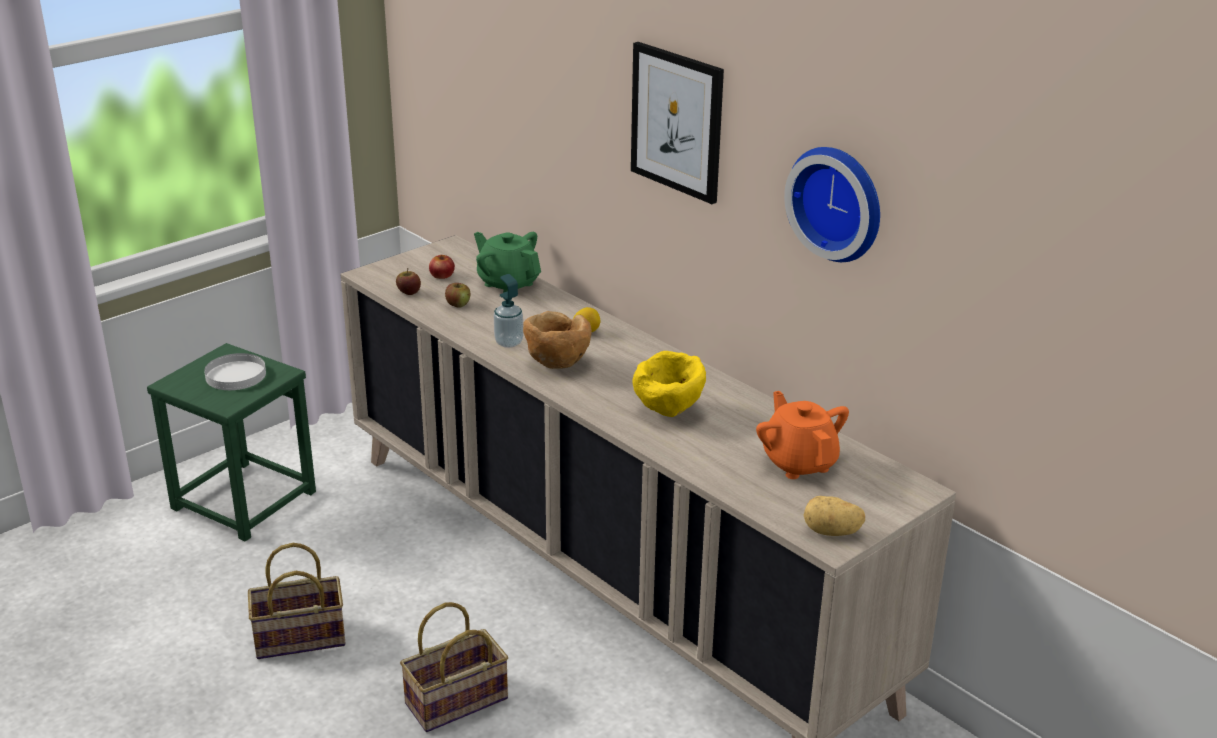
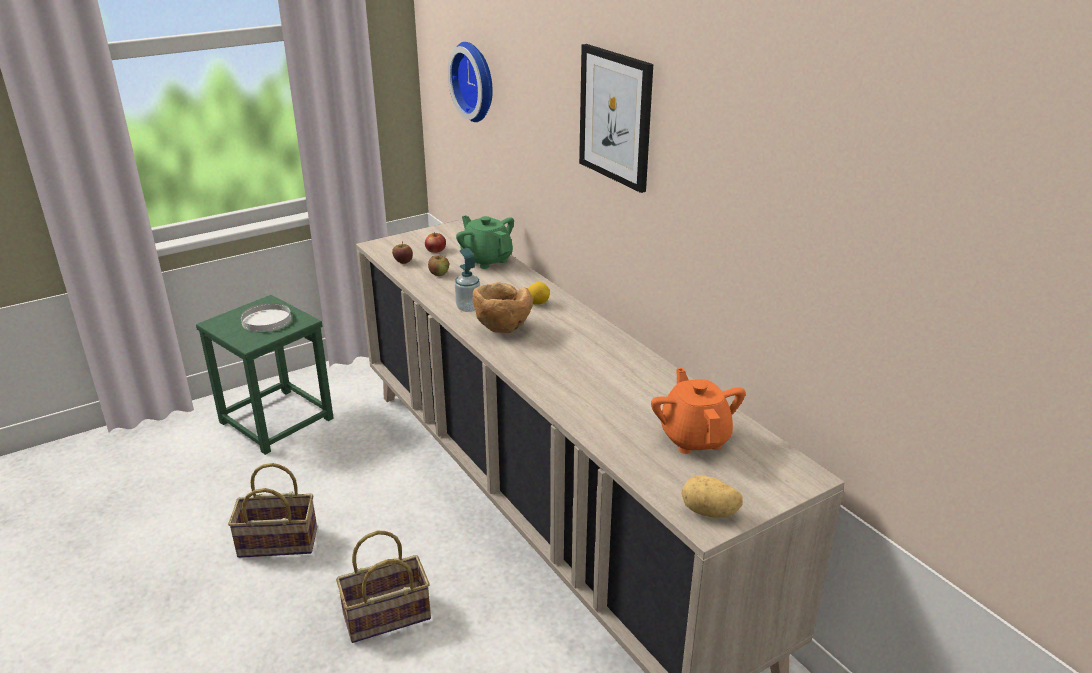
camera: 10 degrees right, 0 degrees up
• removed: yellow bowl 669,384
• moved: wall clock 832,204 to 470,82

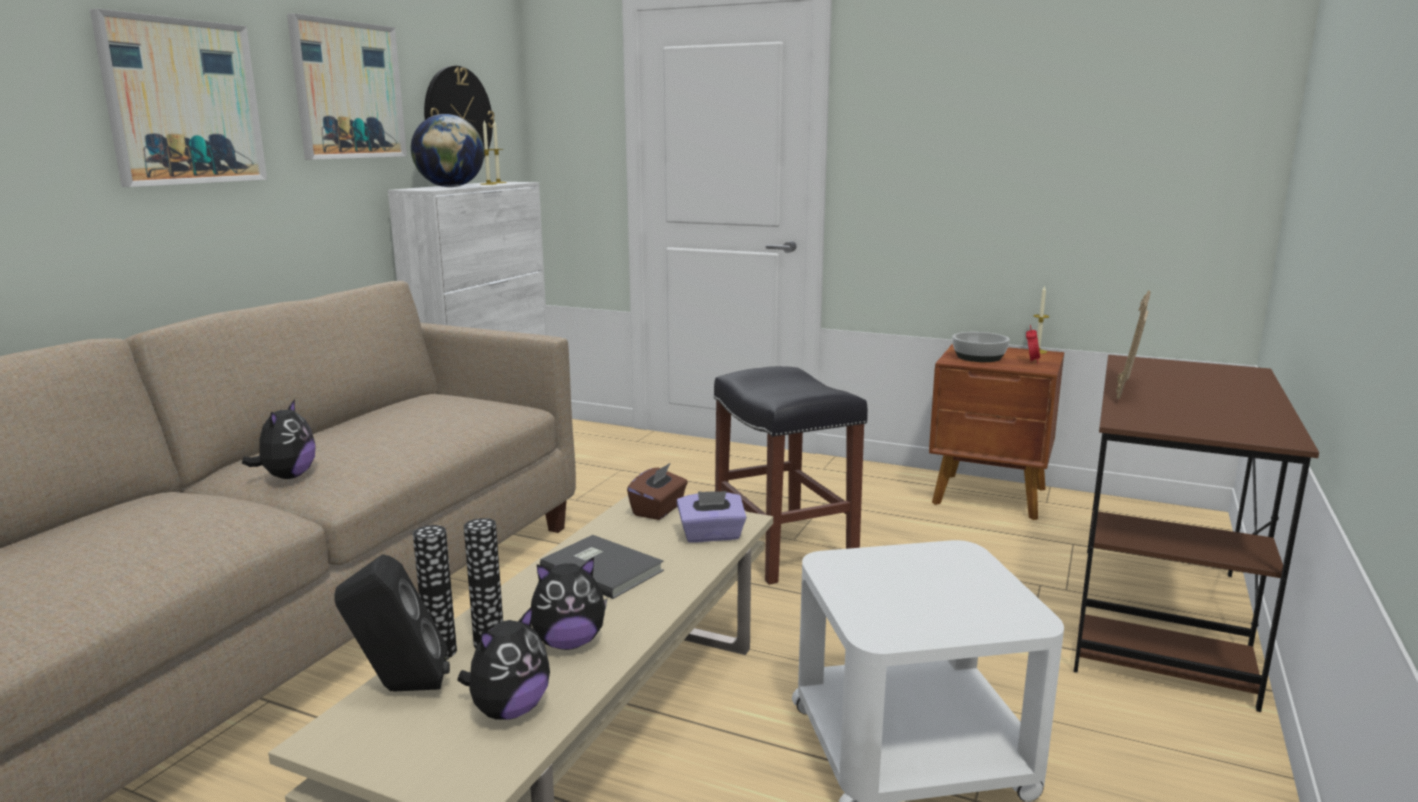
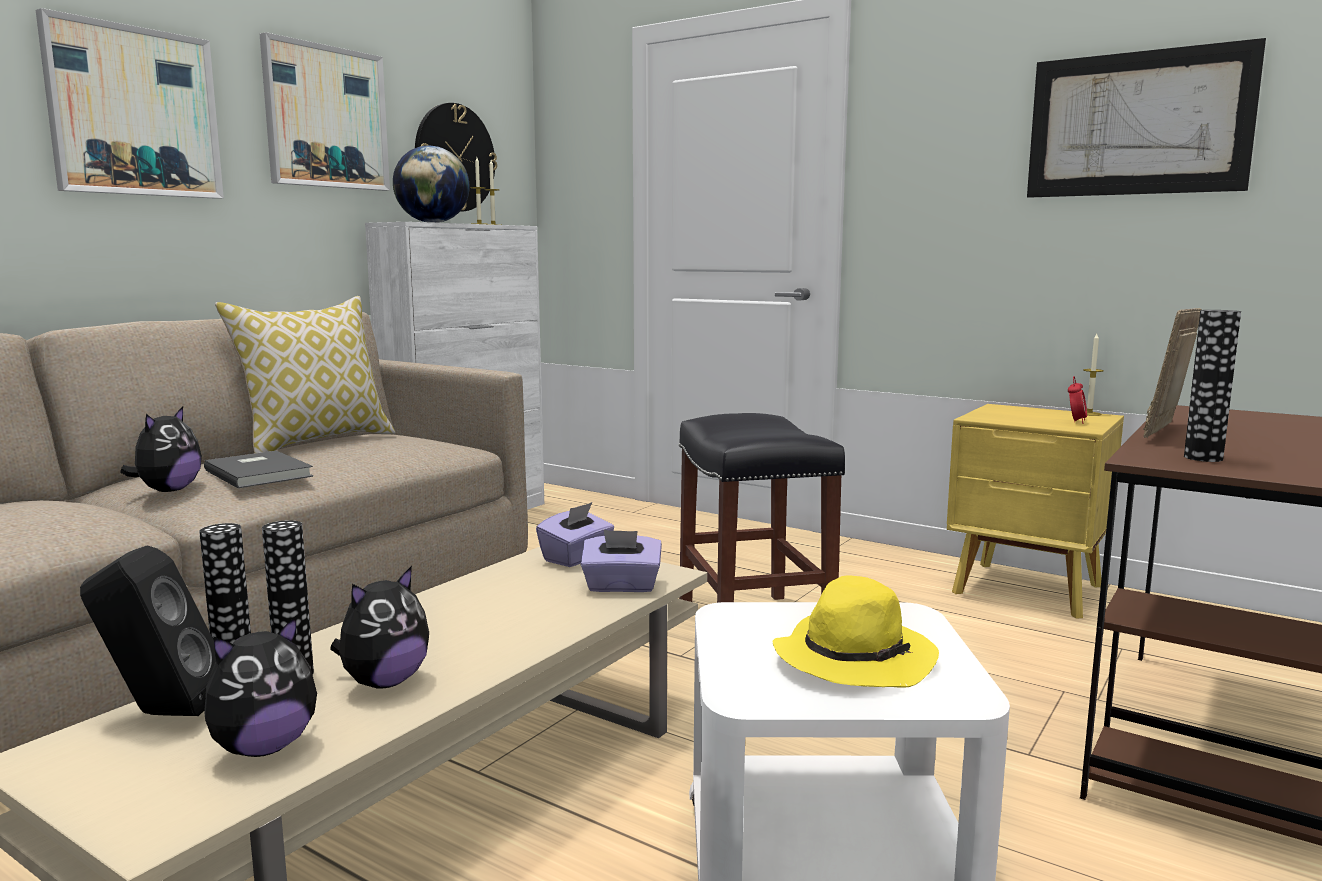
camera: 10 degrees right, 5 degrees down
• turned: plush toy 569,603 = 379,627 45 degrees counterclockwise
• moved: grey book 602,567 to 258,469
• recoloured: brown tissue box 657,491 to purple tissue box 575,534
• recoloured: brown nightstand 996,431 to yellow nightstand 1035,511
• removed: bowl 981,347
• added: pillow 305,375
• added: yellow hat 855,631
• added: picture 1146,118
• added: vase 1212,386

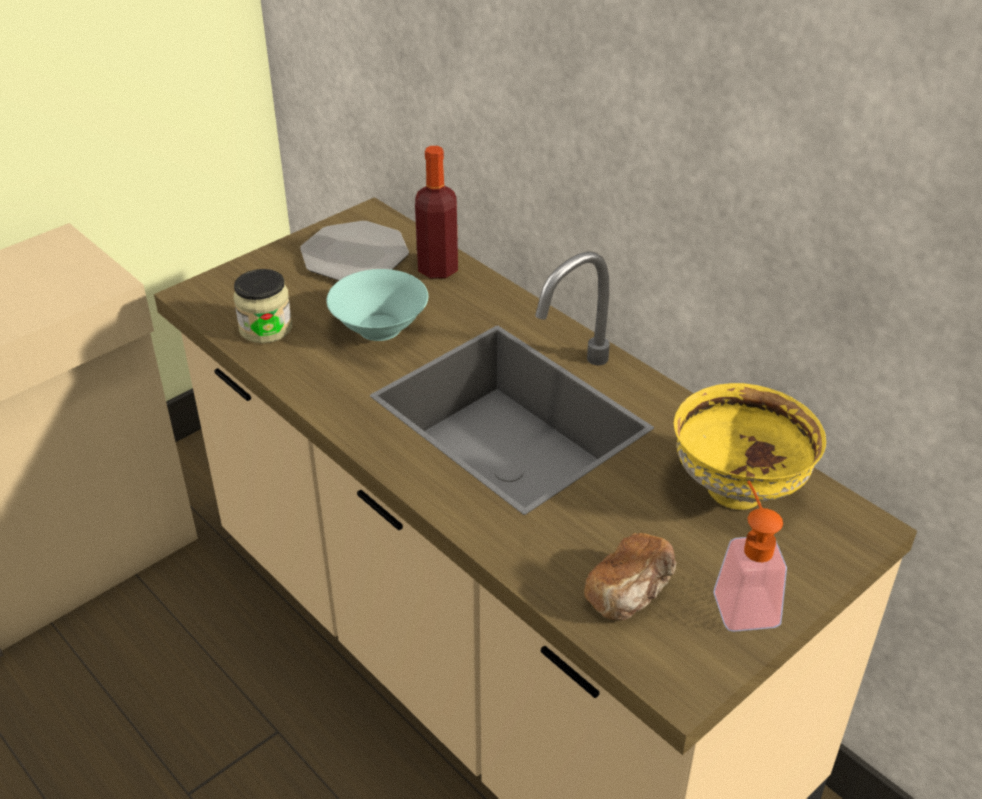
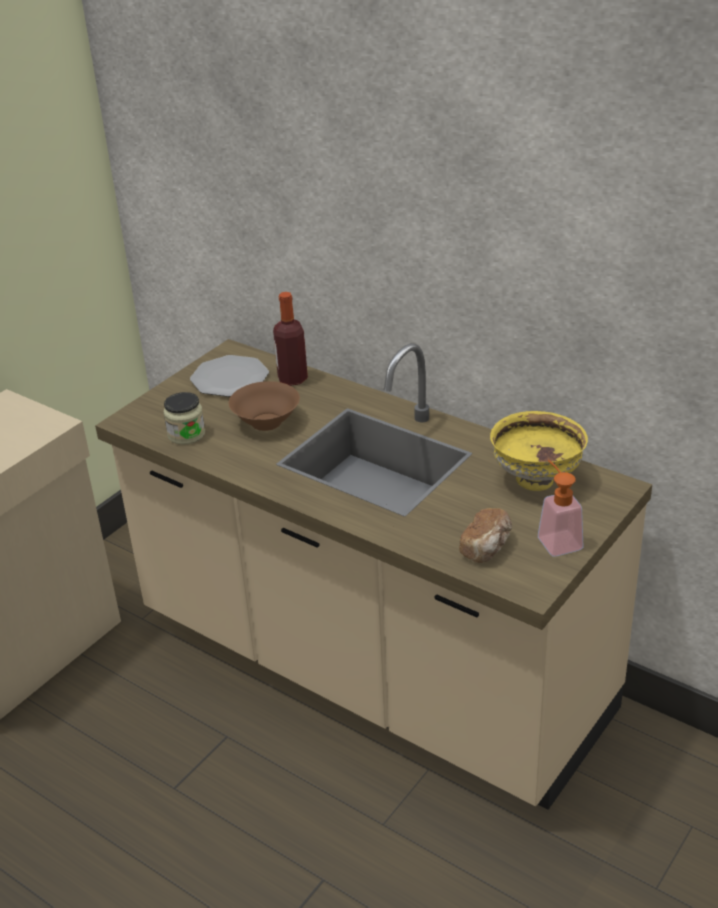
camera: 10 degrees left, 5 degrees down
• recoloured: turquoise bowl 377,305 to brown bowl 264,406

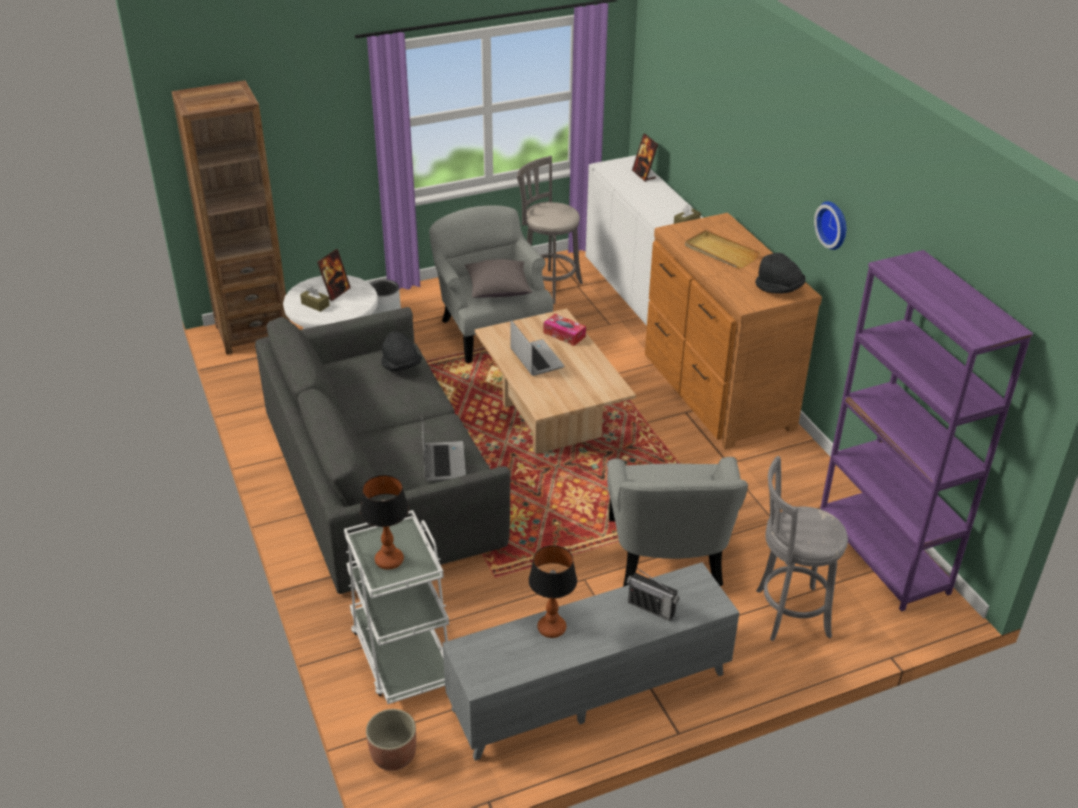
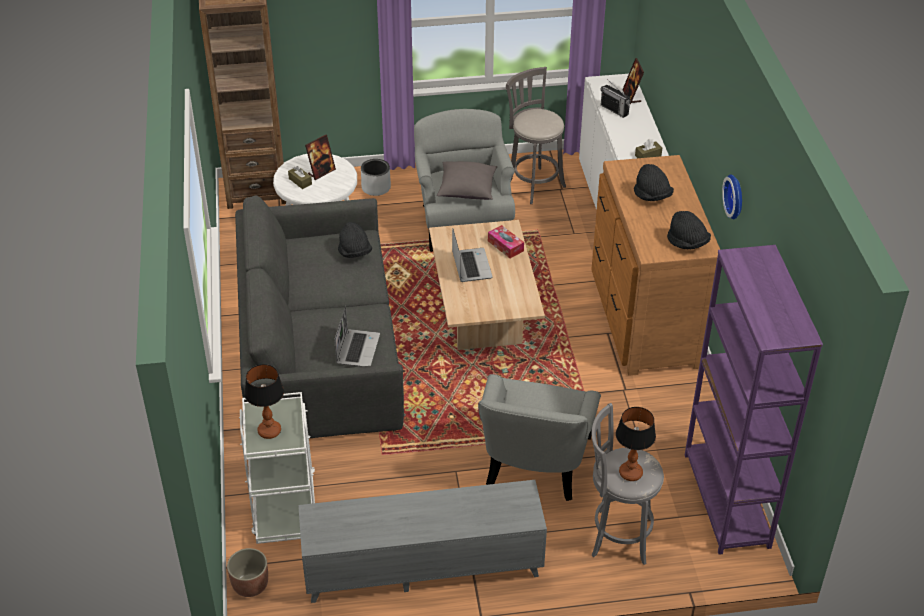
camera: 15 degrees right, 5 degrees up
• moved: table lamp 552,591 to 636,444
• moved: radio 653,594 to 615,98
• replaced: beige tray 722,249 to black hat 654,182

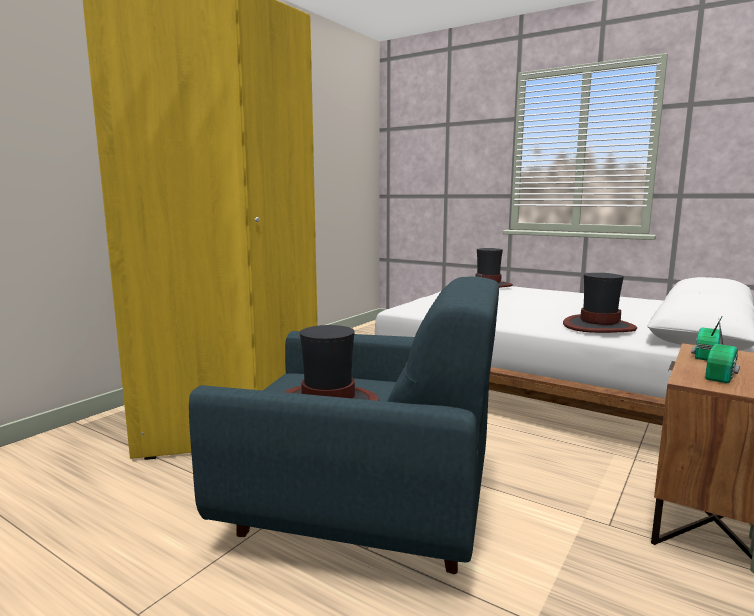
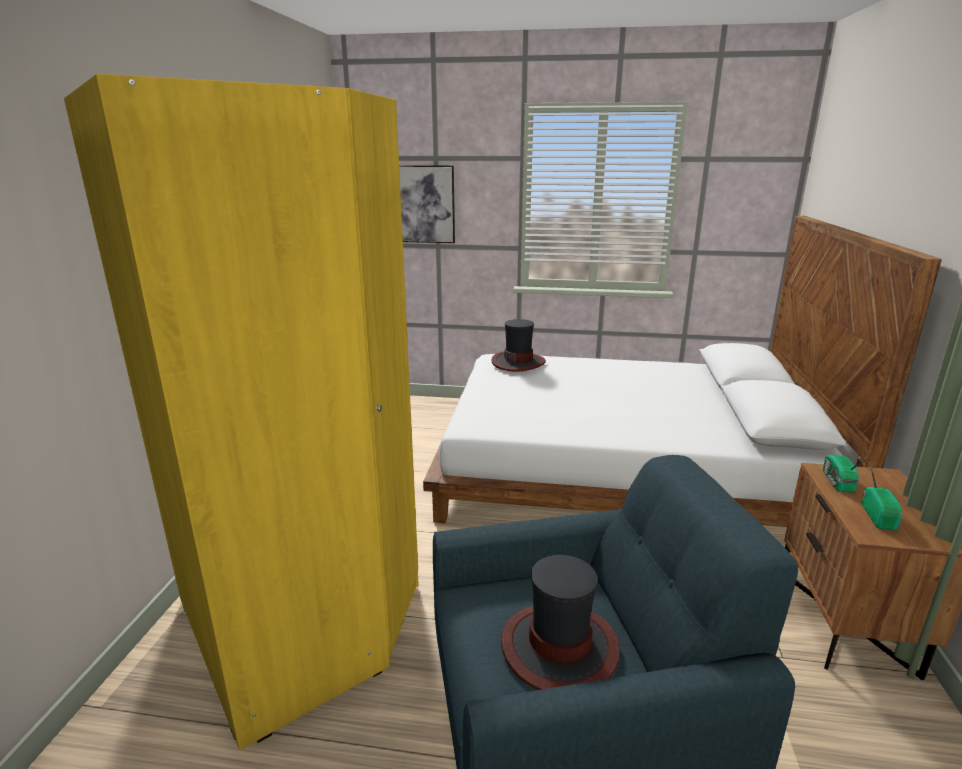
camera: 25 degrees left, 10 degrees up
• removed: hat 600,303
• added: picture 427,204

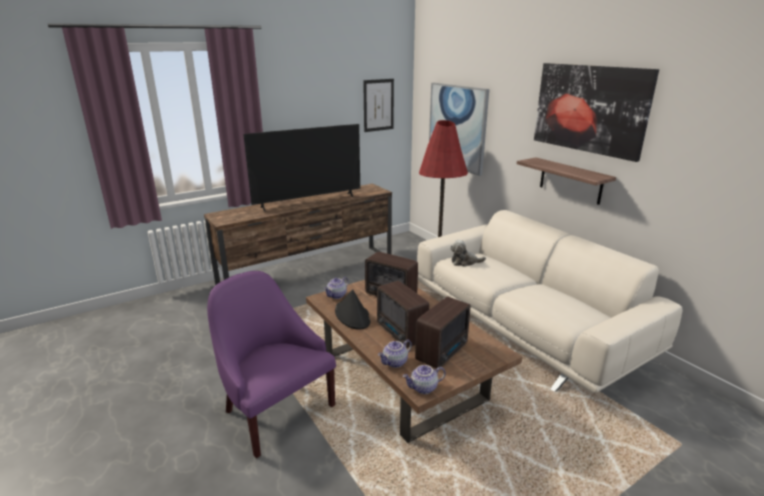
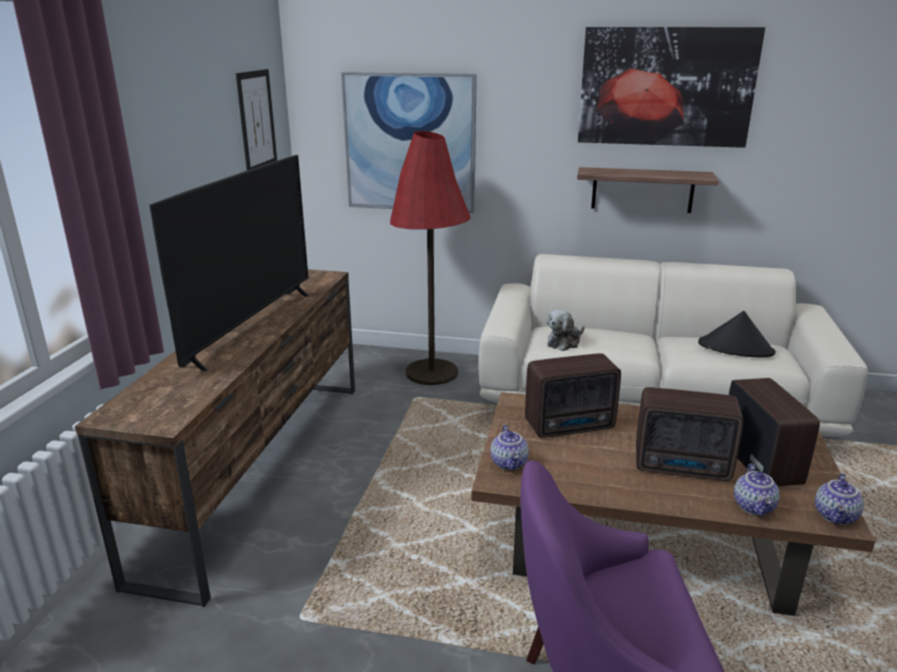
camera: 45 degrees left, 0 degrees up
• moved: black hat 353,309 to 737,334

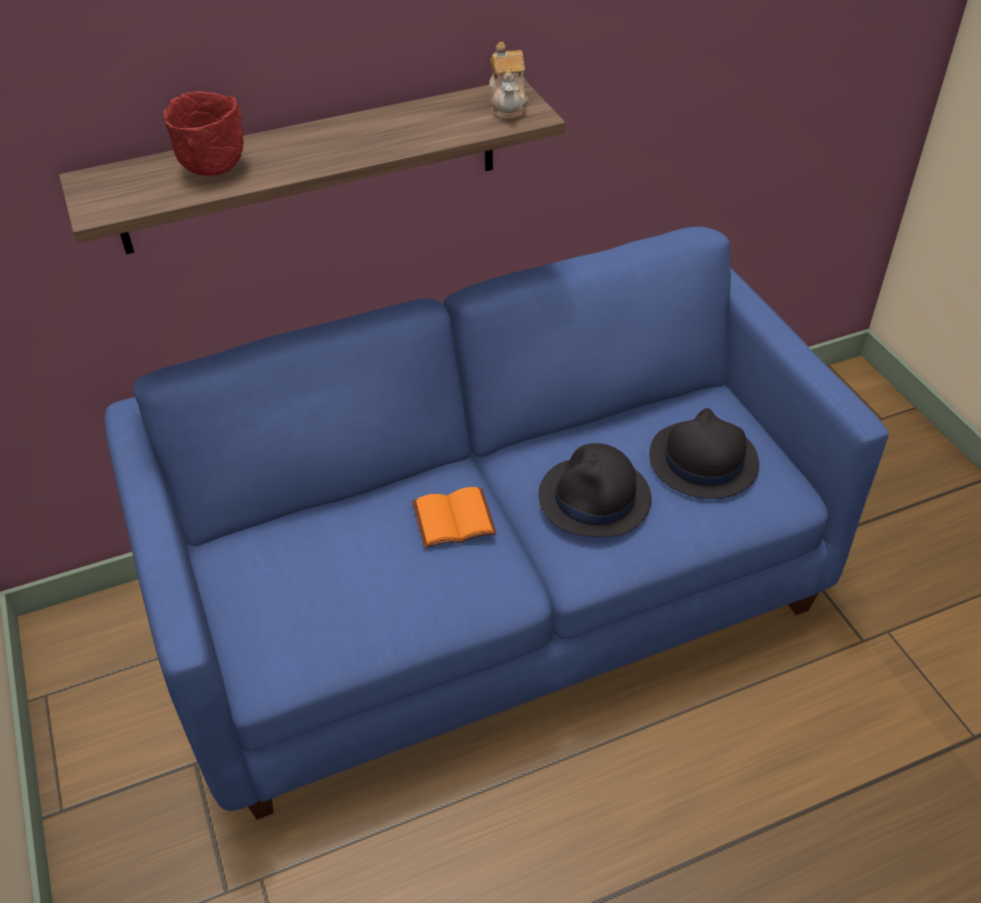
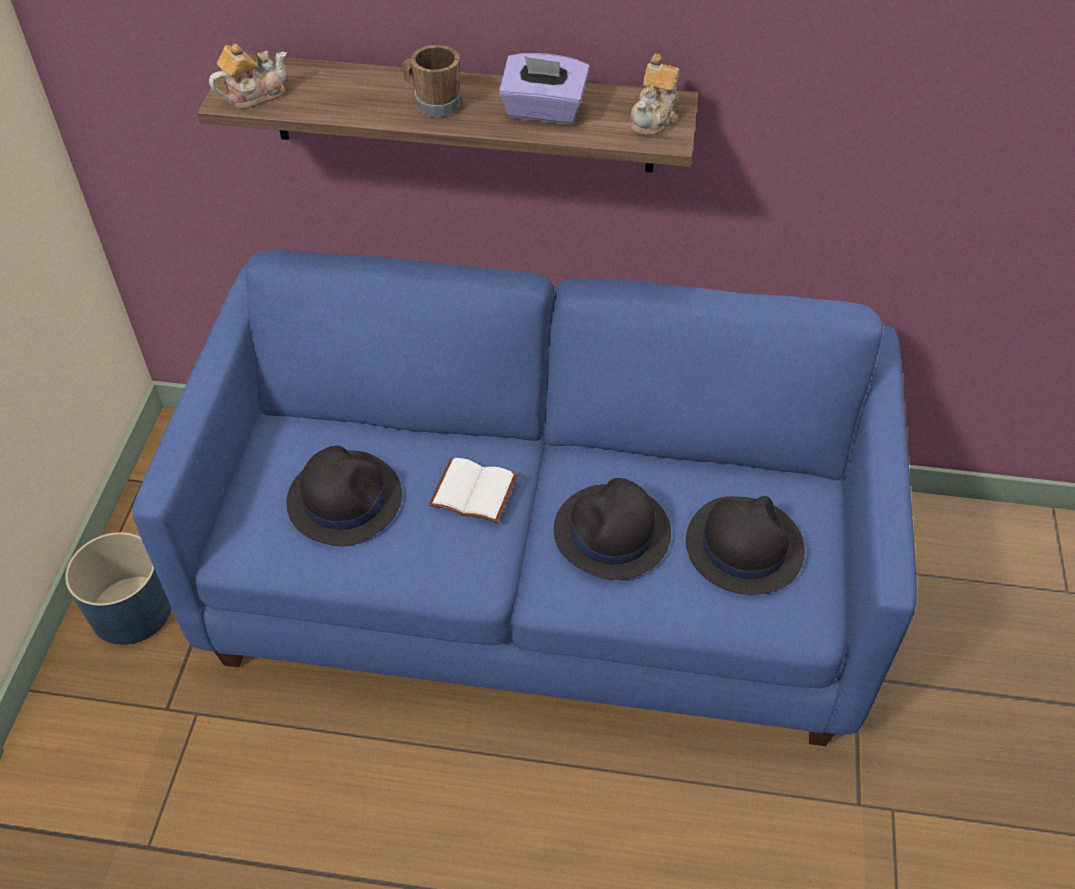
camera: 30 degrees right, 5 degrees up
• removed: red bowl 204,133
• recoloured: orange book 454,517 to white book 473,490
• added: blue planter 118,588
• added: teapot 248,76
• added: black hat 344,496
• added: brown mug 431,81
• added: purple tissue box 544,88

